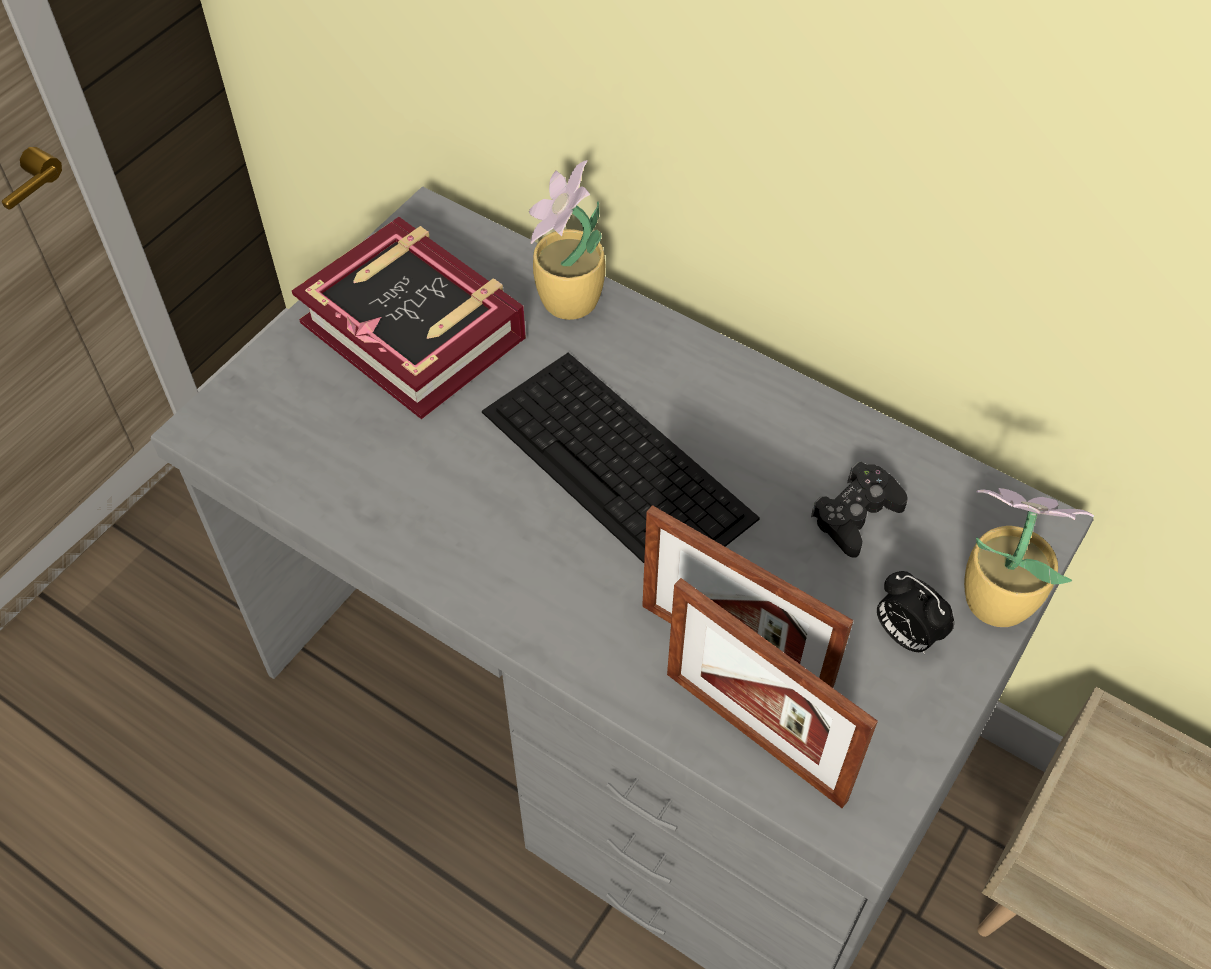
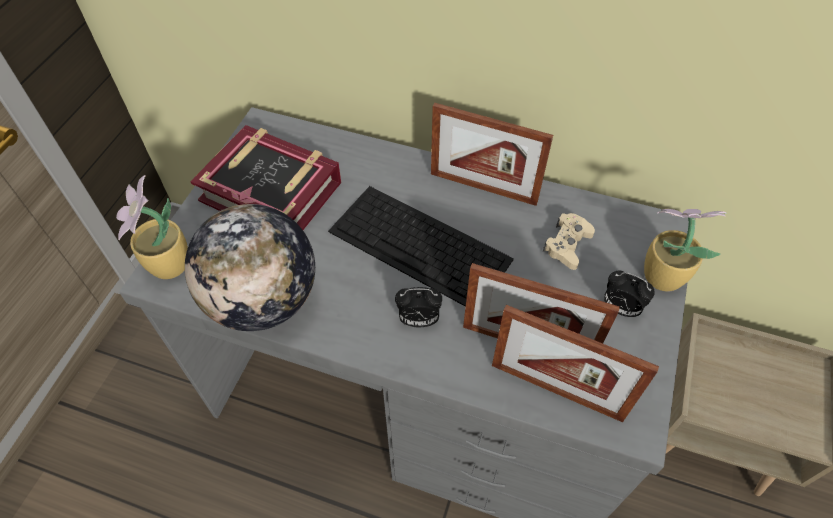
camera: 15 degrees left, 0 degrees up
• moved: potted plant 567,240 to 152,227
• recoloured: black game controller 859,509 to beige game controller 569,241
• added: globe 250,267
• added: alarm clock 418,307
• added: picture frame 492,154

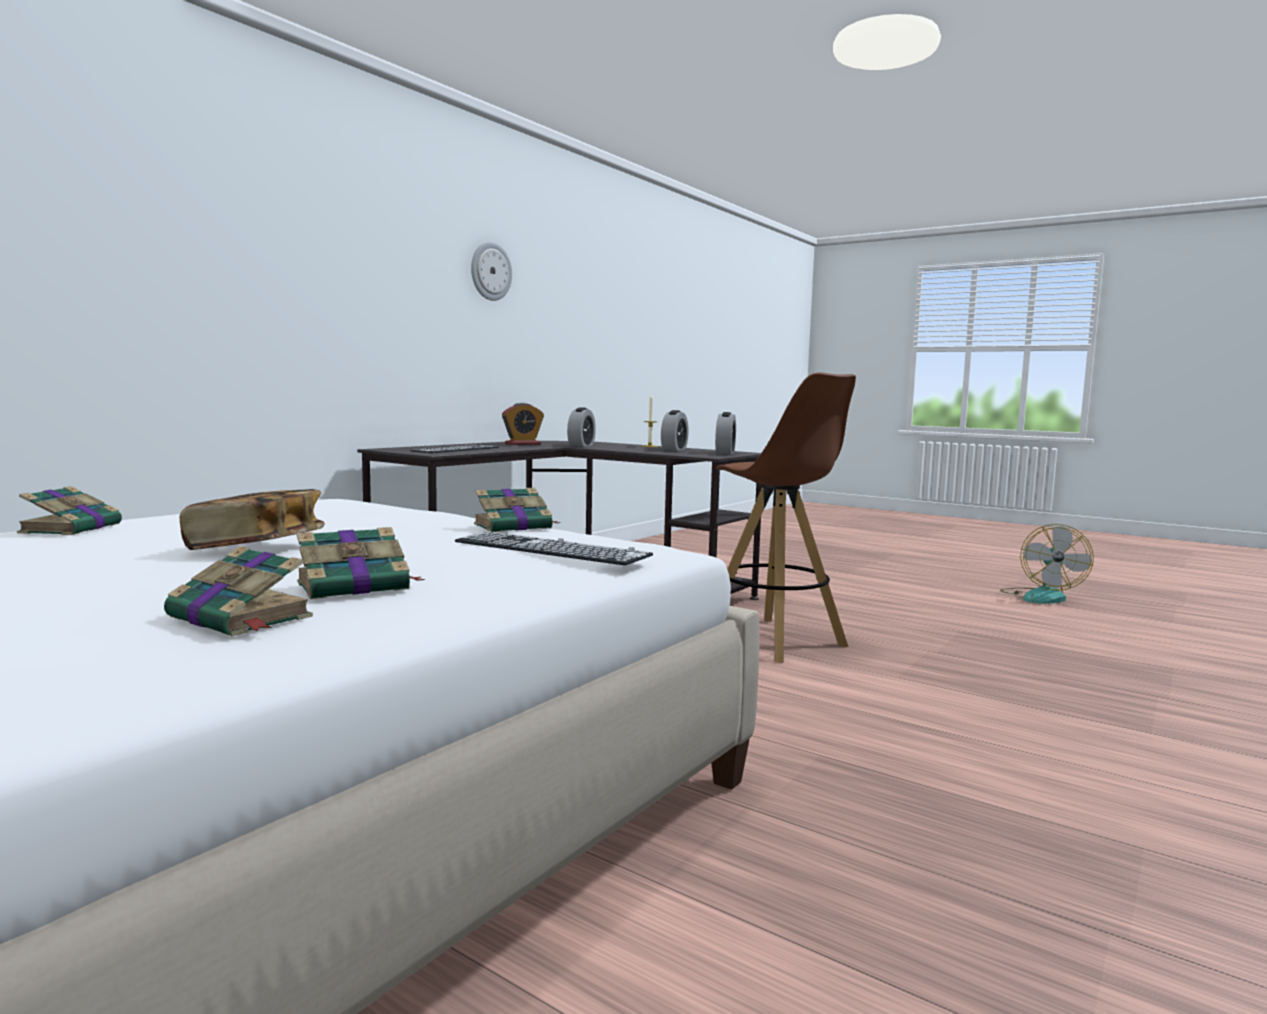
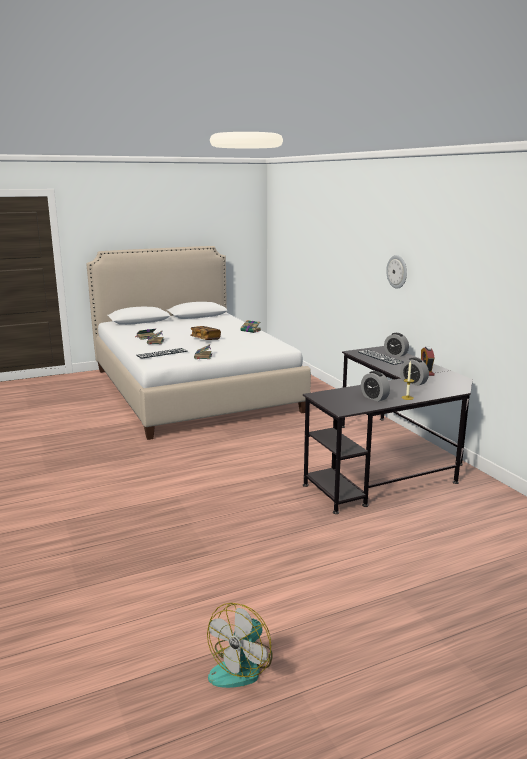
camera: 120 degrees right, 10 degrees up
• moved: wall clock 491,271 to 396,272
• moved: alarm clock 725,433 to 396,345
• removed: brown stool 786,517
• turned: fan 1047,564 = 240,645 105 degrees counterclockwise

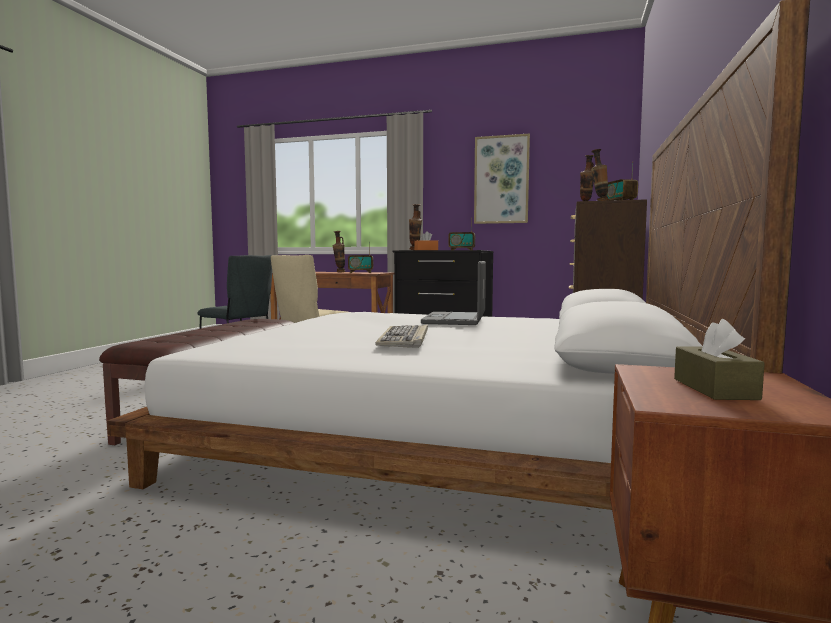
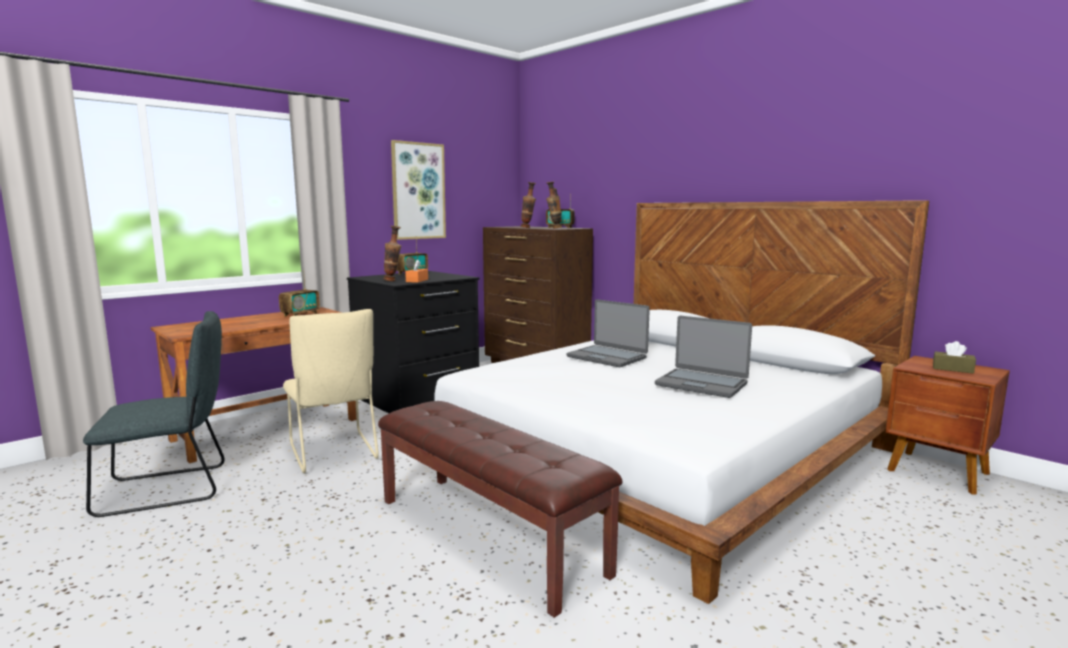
camera: 60 degrees left, 5 degrees up
• removed: vase 338,252
• replaced: keyboard 402,336 to laptop 703,357

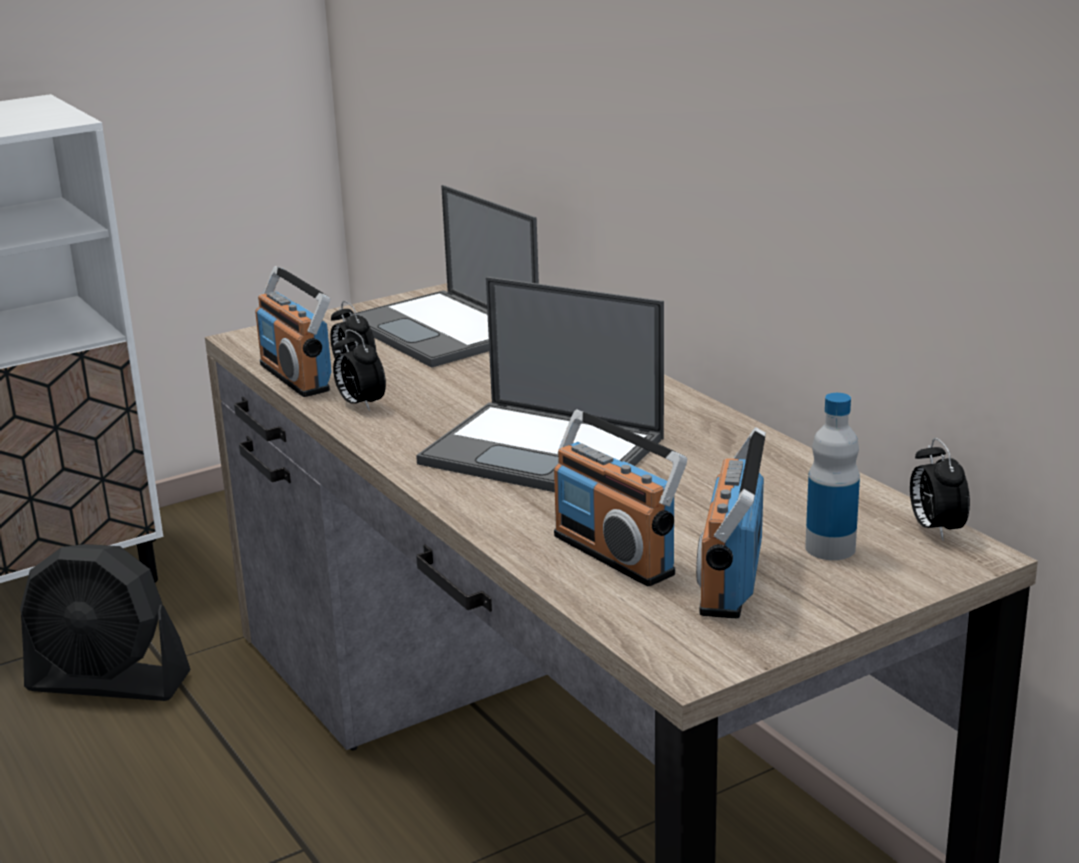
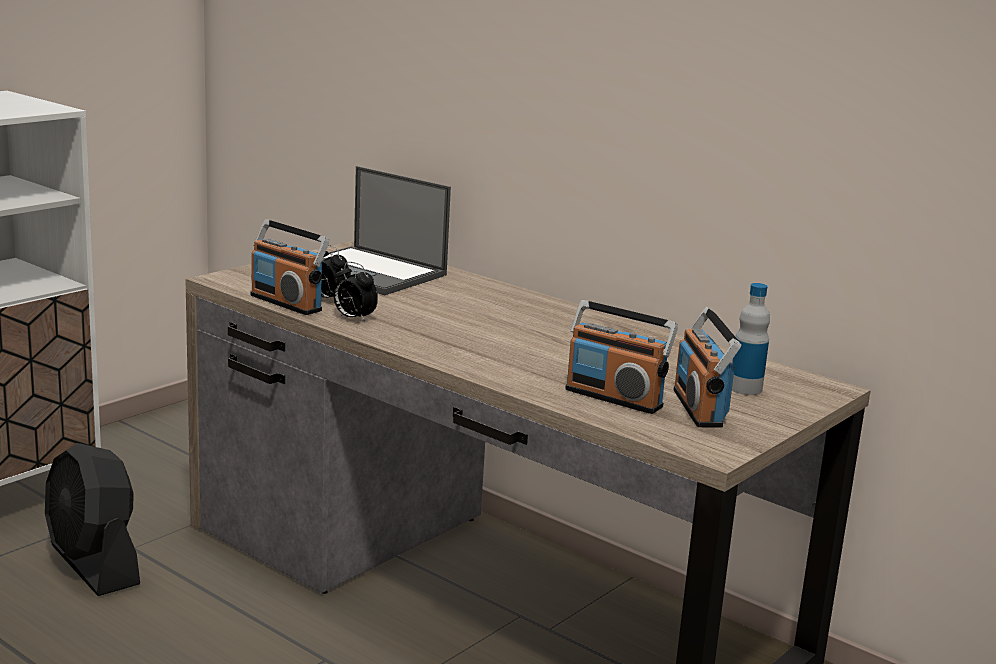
camera: 20 degrees left, 5 degrees down
• turned: black fan 105,622 = 92,519 60 degrees clockwise
• removed: laptop 540,384
• removed: alarm clock 940,489

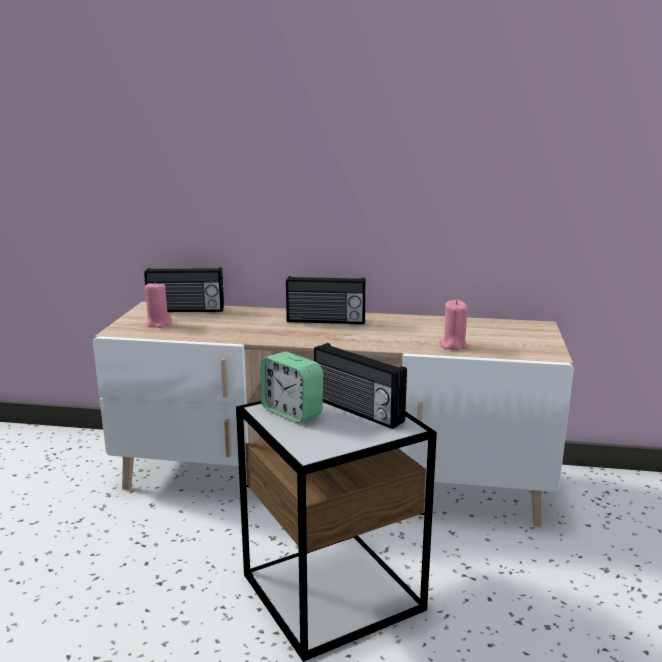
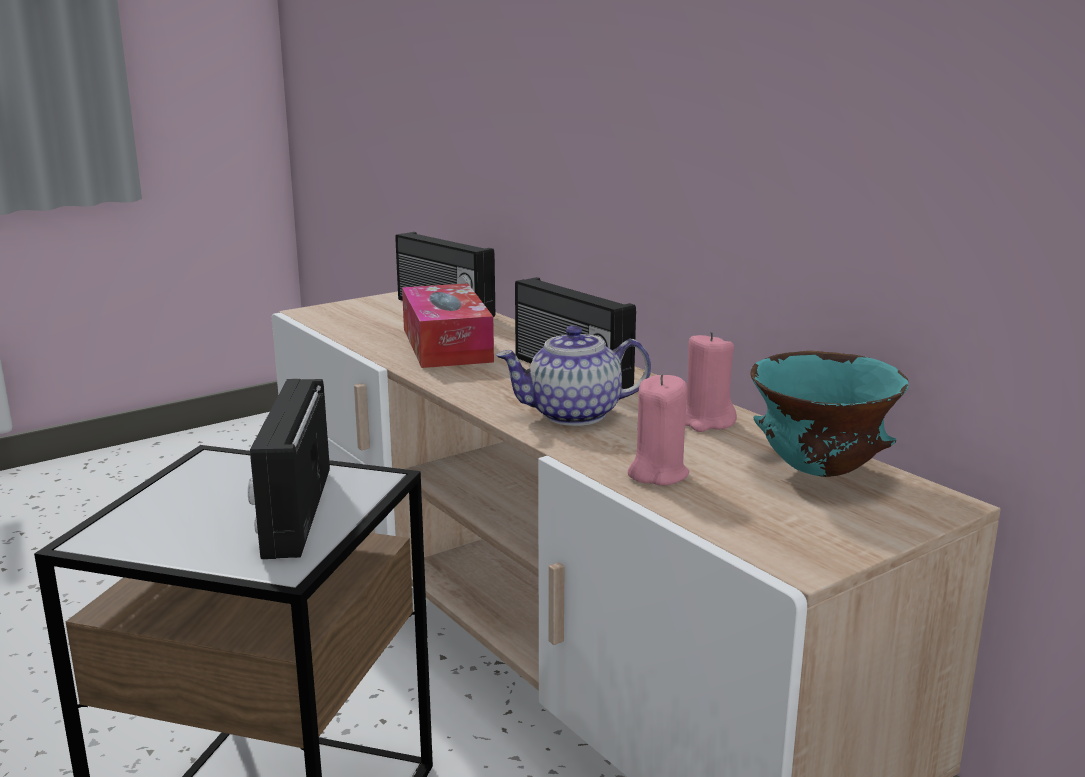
camera: 45 degrees right, 0 degrees up
• moved: pink candle 158,304 to 711,382
• removed: alarm clock 291,387
• added: tissue box 448,325
• added: teapot 573,375
• added: turquoise bowl 829,414

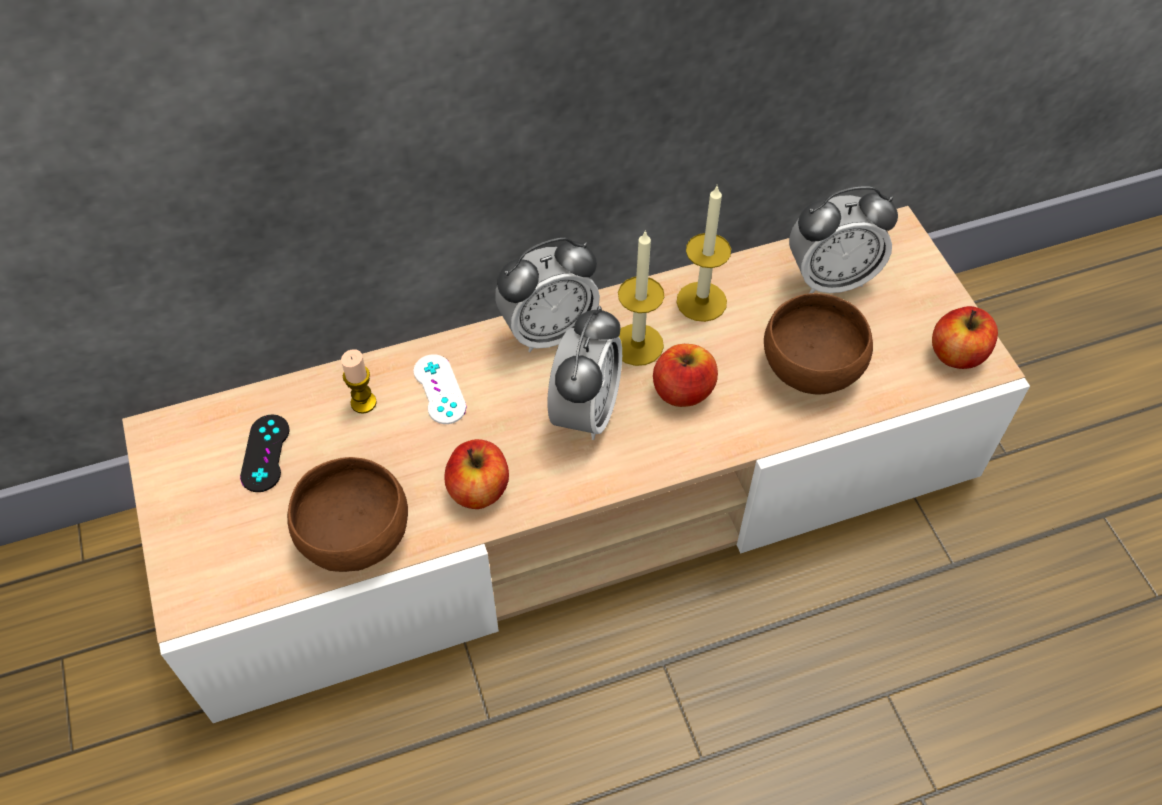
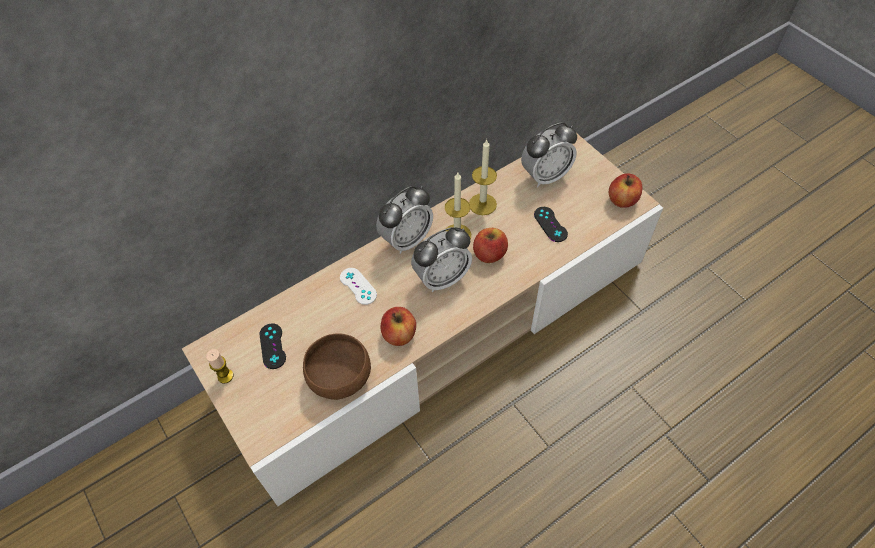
camera: 15 degrees left, 0 degrees up
• moved: candle 359,381 to 219,366
• turned: alarm clock 584,373 = 441,259 60 degrees clockwise
• replaced: brown bowl 818,343 to black game controller 551,224

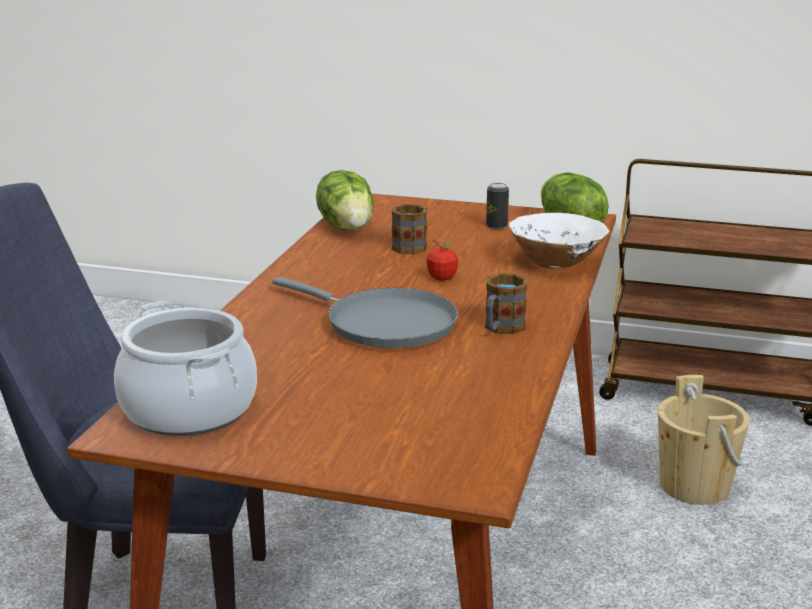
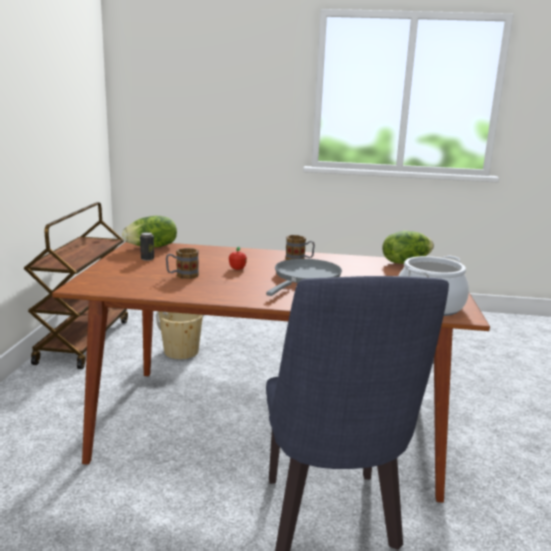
camera: 100 degrees left, 5 degrees down
• moved: lettuce 345,200 to 408,247
• removed: white bowl 558,241

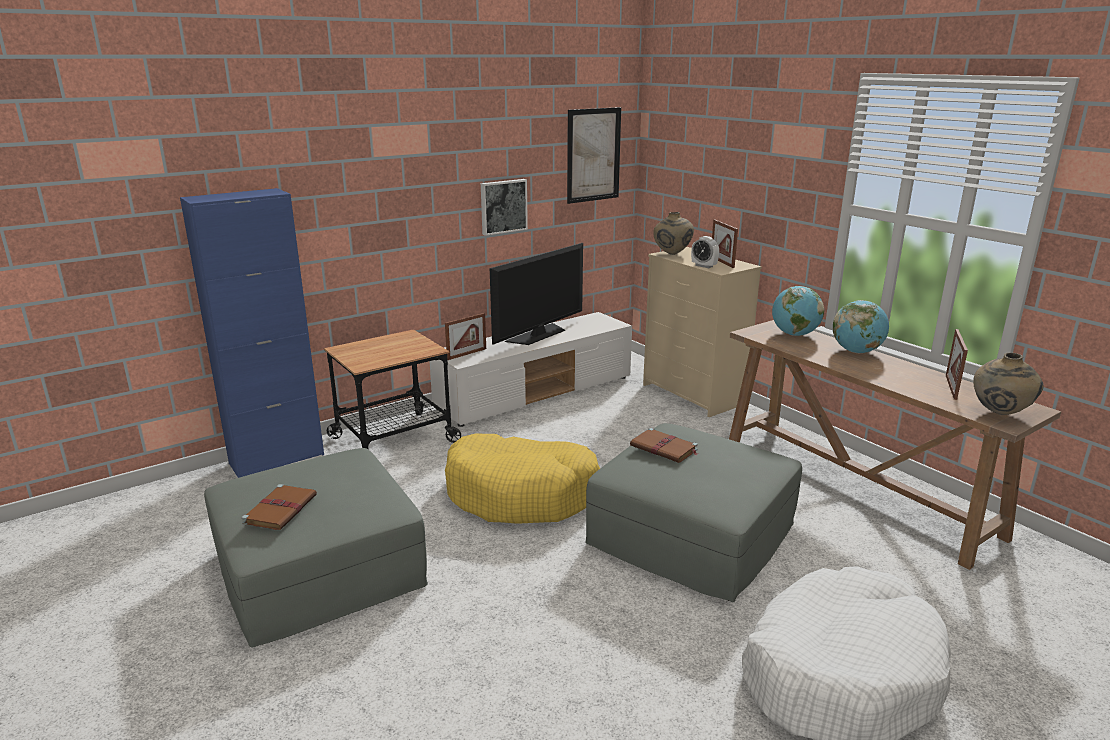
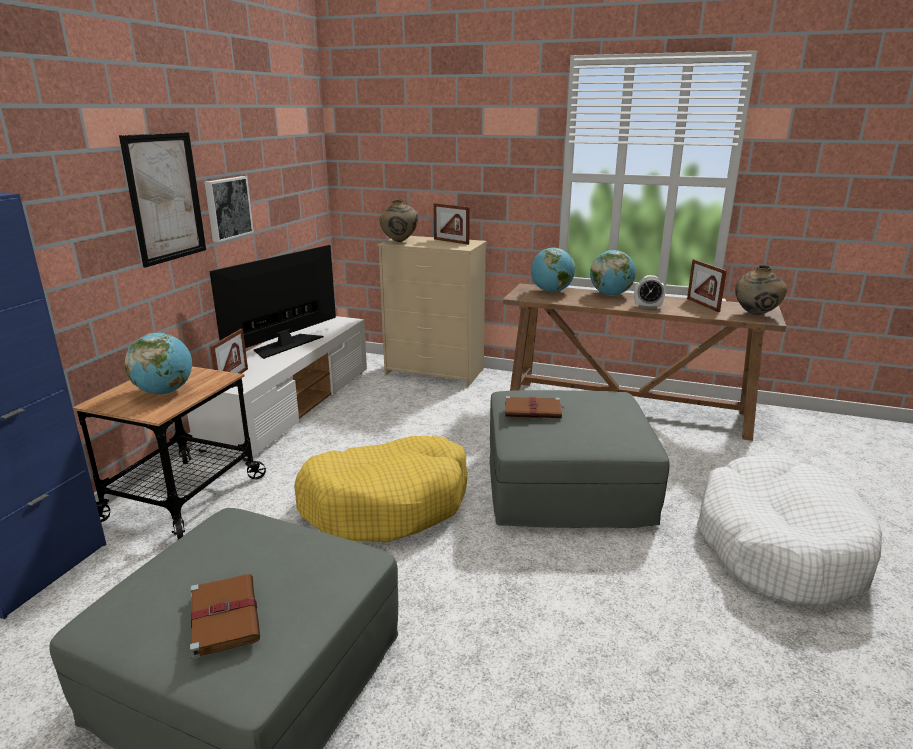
camera: 35 degrees left, 0 degrees up
• turned: television 536,294 = 272,302 150 degrees counterclockwise
• moved: picture 594,155 to 162,199
• moved: alarm clock 705,252 to 649,292
• added: globe 158,363

